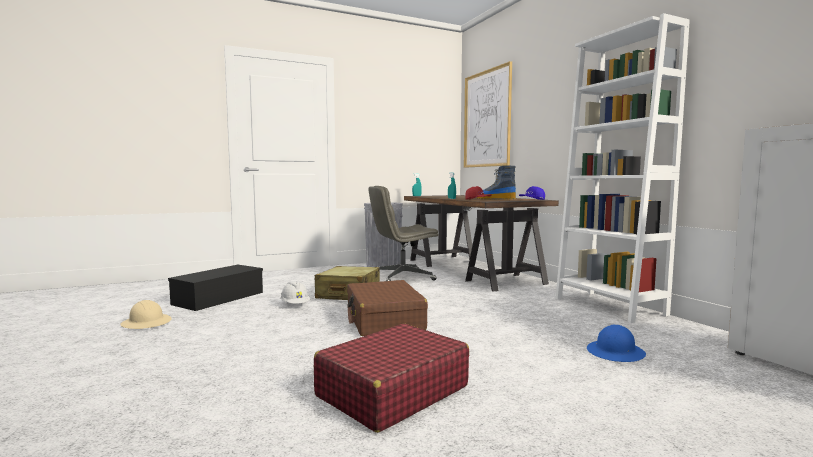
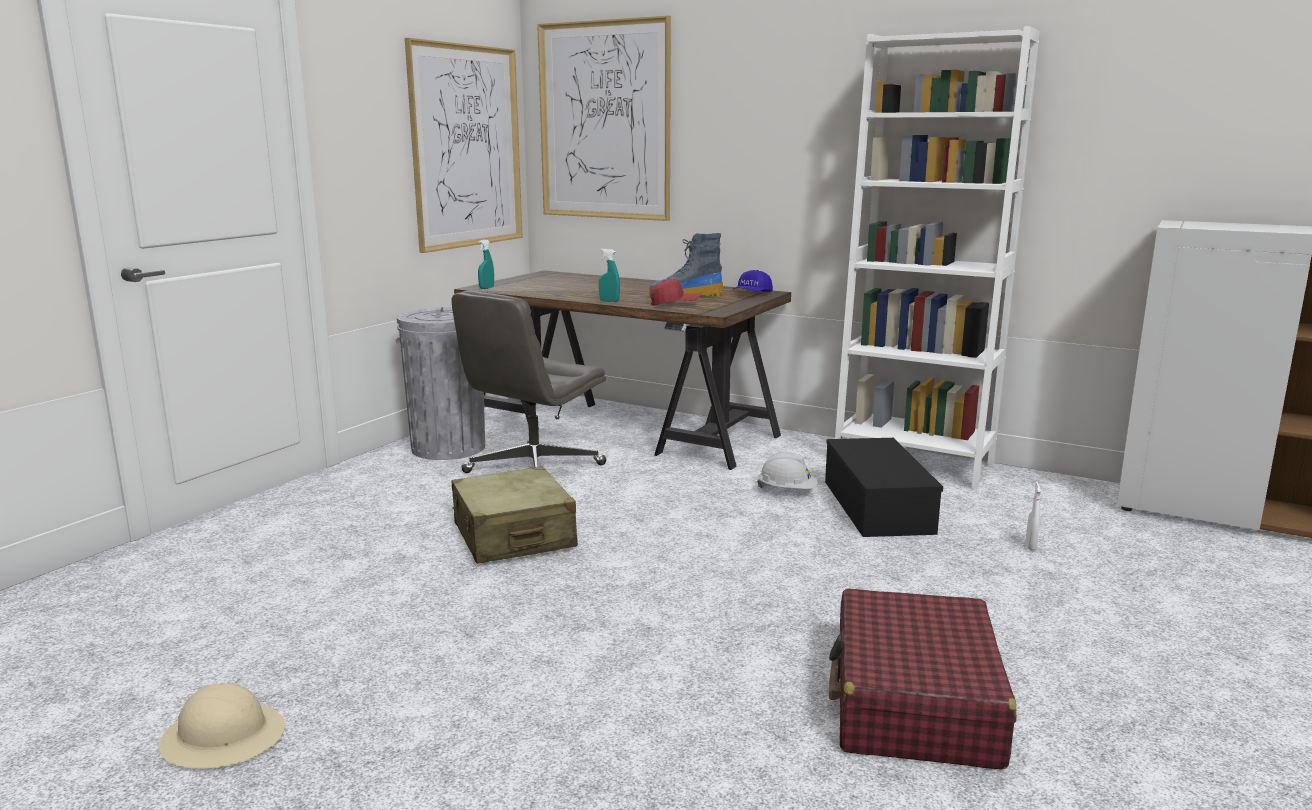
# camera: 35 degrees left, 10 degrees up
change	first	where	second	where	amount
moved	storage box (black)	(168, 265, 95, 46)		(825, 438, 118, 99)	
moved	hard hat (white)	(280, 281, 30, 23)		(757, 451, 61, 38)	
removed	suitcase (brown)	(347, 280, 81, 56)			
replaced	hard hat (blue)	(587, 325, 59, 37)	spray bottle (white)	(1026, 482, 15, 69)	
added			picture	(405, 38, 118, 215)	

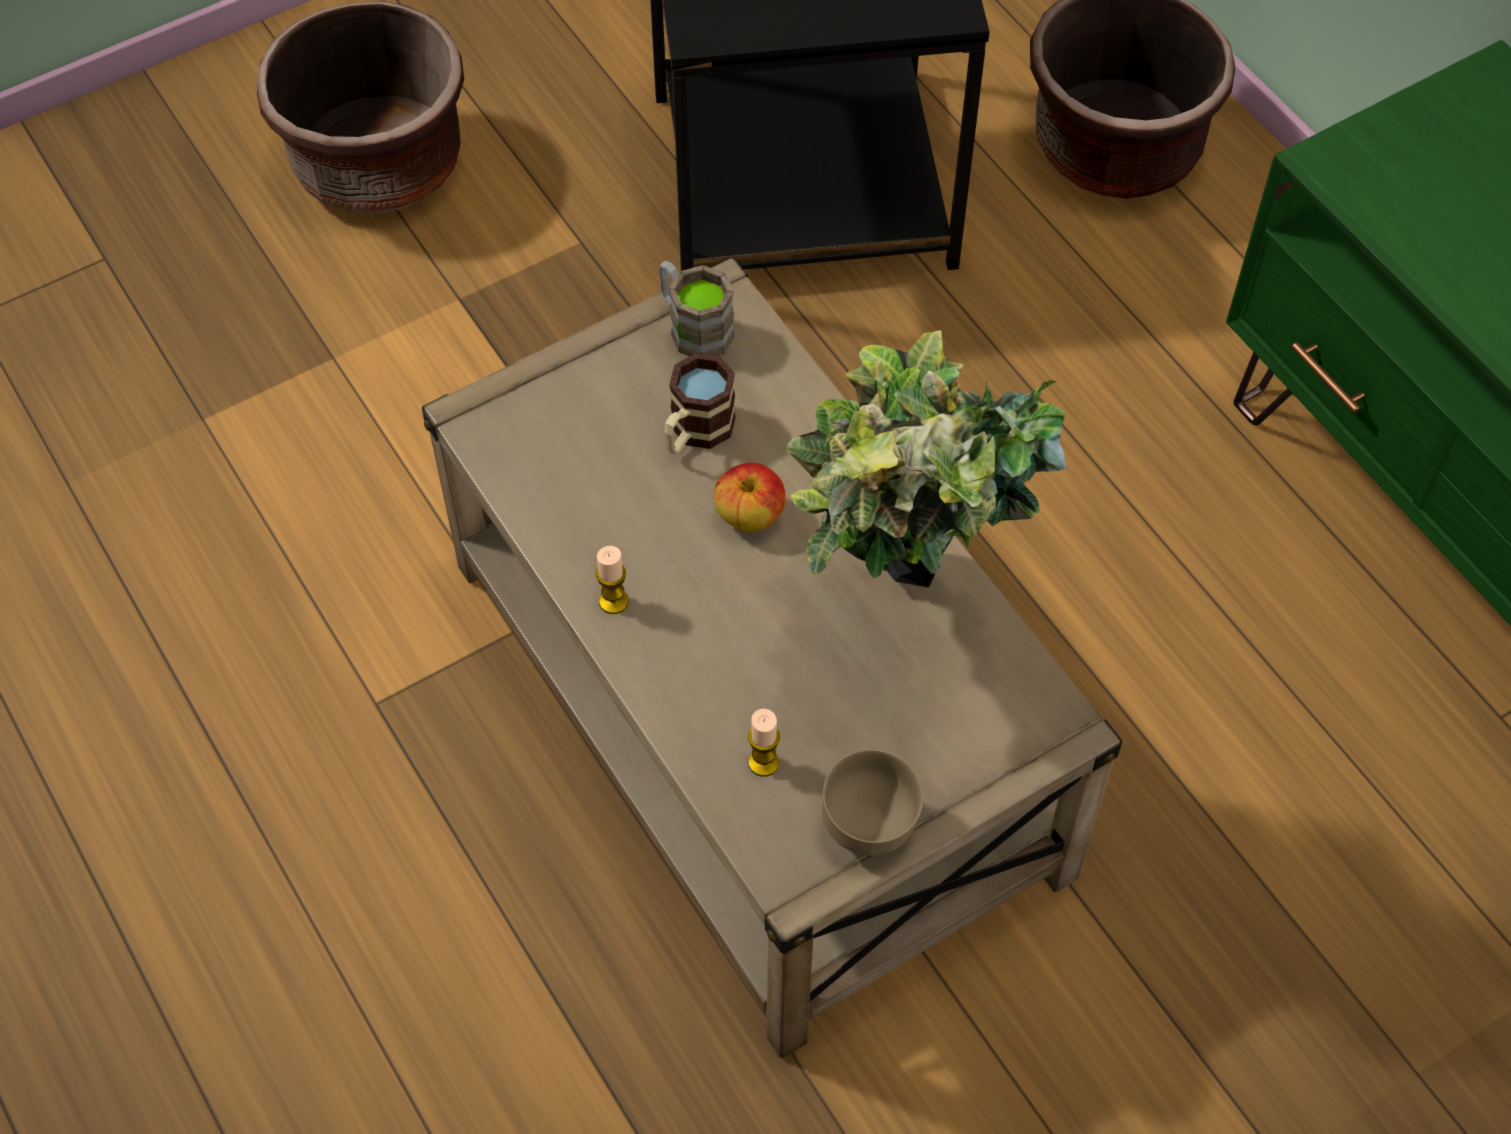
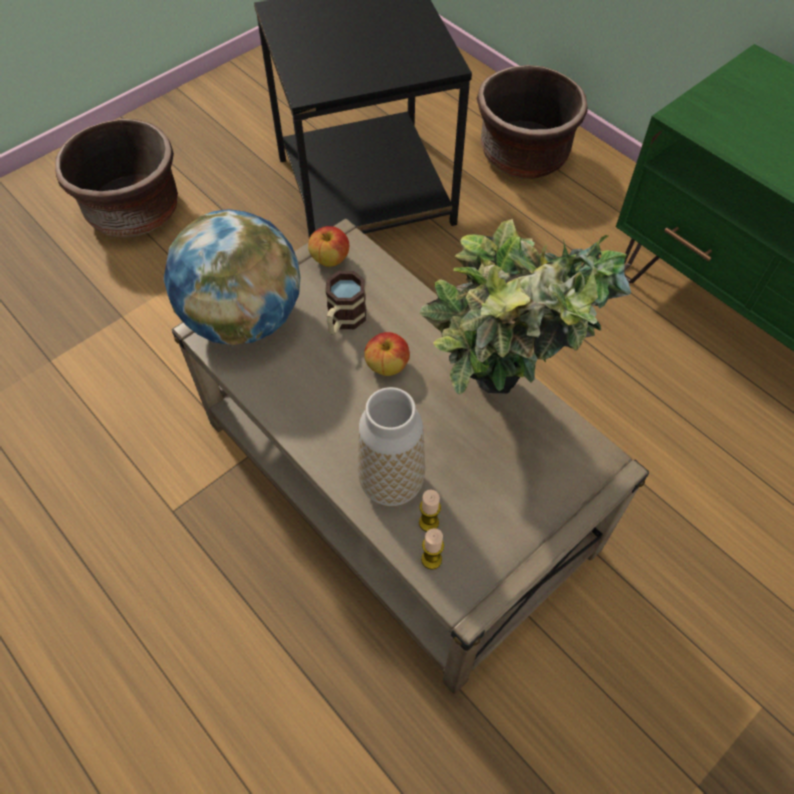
# camera: 10 degrees left, 0 degrees up
change	first	where	second	where	amount
moved	candle	(596, 546, 32, 68)		(421, 528, 23, 42)	
replaced	mug (brown)	(659, 261, 75, 95)	apple	(308, 226, 41, 41)	
removed	bowl (brown)	(822, 750, 101, 106)			
added			globe	(164, 209, 137, 136)	
added			vase	(358, 387, 67, 120)	

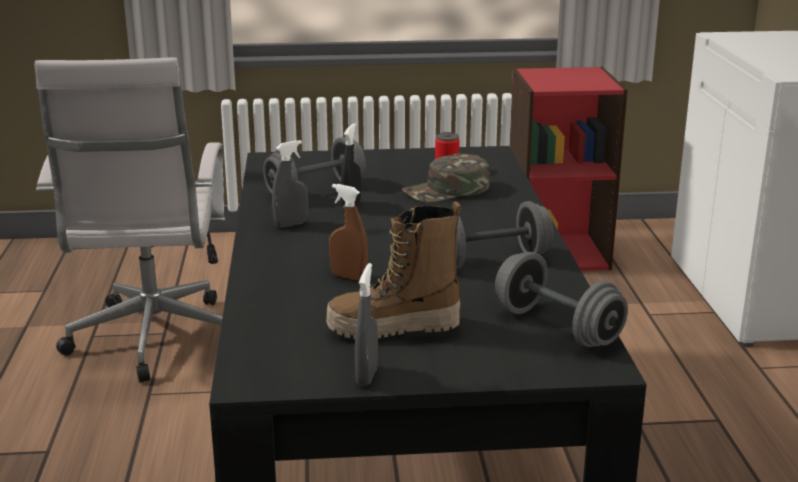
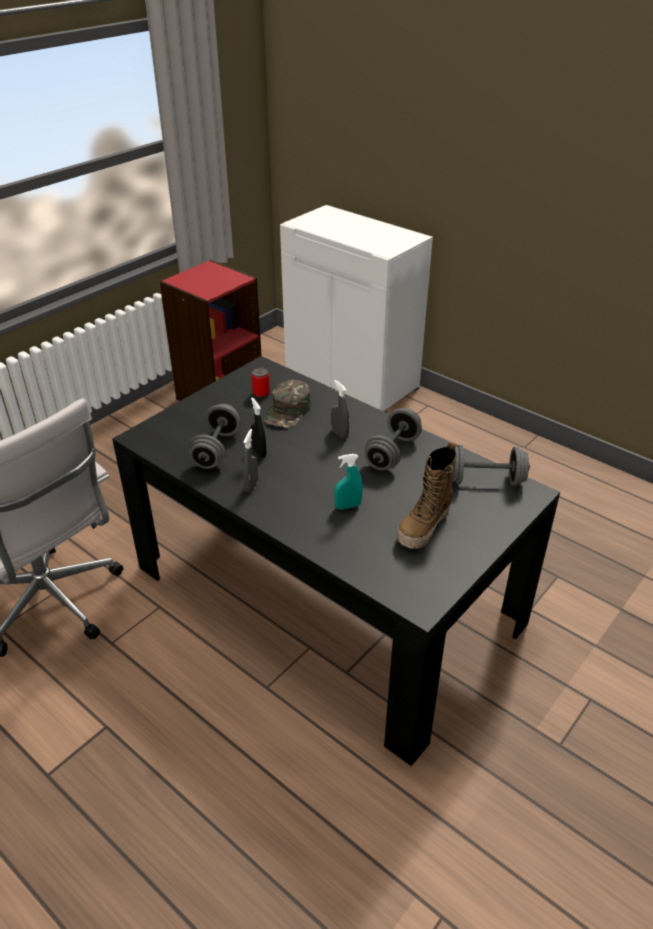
# camera: 45 degrees left, 15 degrees up
change	first	where	second	where	amount
recoloured	spray bottle (brown)	(329, 184, 39, 97)	spray bottle (turquoise)	(334, 454, 29, 56)	
moved	spray bottle (grey)	(355, 263, 23, 123)		(331, 380, 18, 58)	

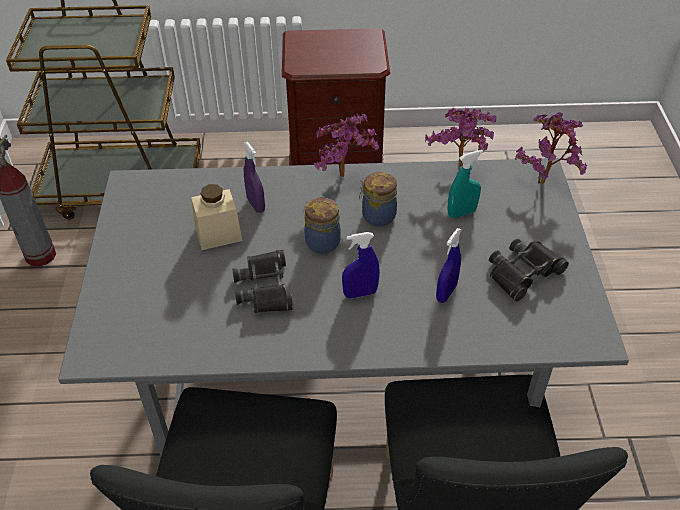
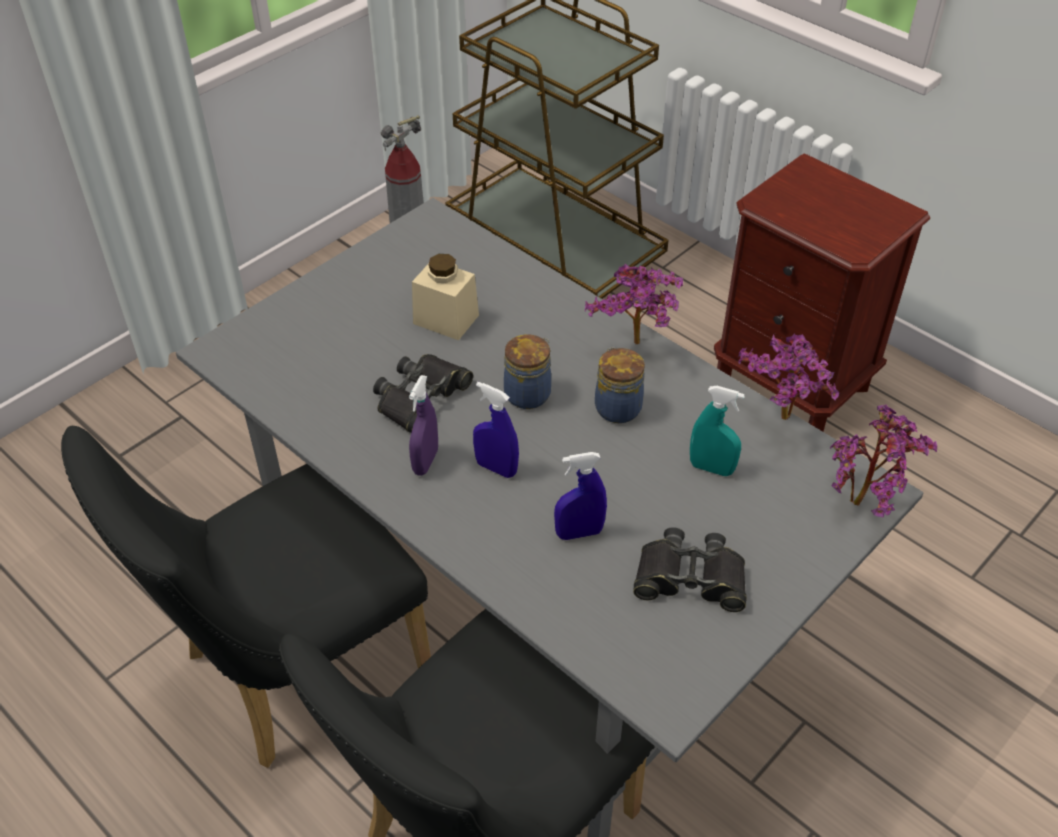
# camera: 45 degrees right, 0 degrees up
change	first	where	second	where	amount
moved	spray bottle (purple)	(244, 142, 21, 71)		(409, 375, 29, 101)	

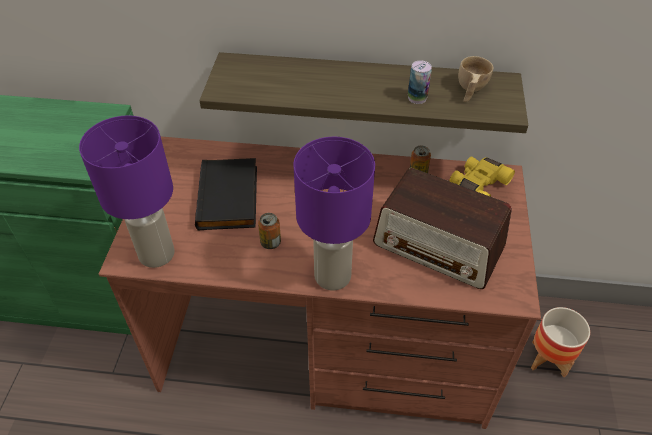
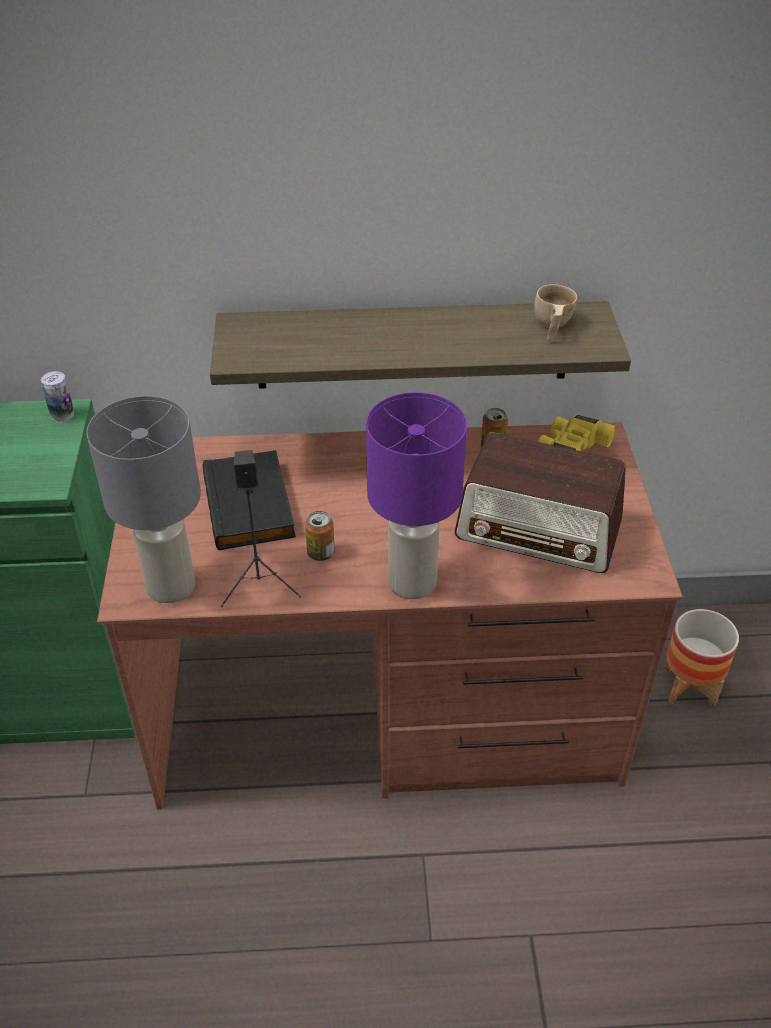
# camera: 10 degrees left, 5 degrees down
change	first	where	second	where	amount
recoloured	table lamp (purple)	(79, 115, 96, 153)	table lamp (grey)	(86, 396, 115, 207)	
moved	can	(408, 60, 24, 44)		(41, 371, 33, 51)	
added			speaker (black)	(221, 450, 80, 157)	

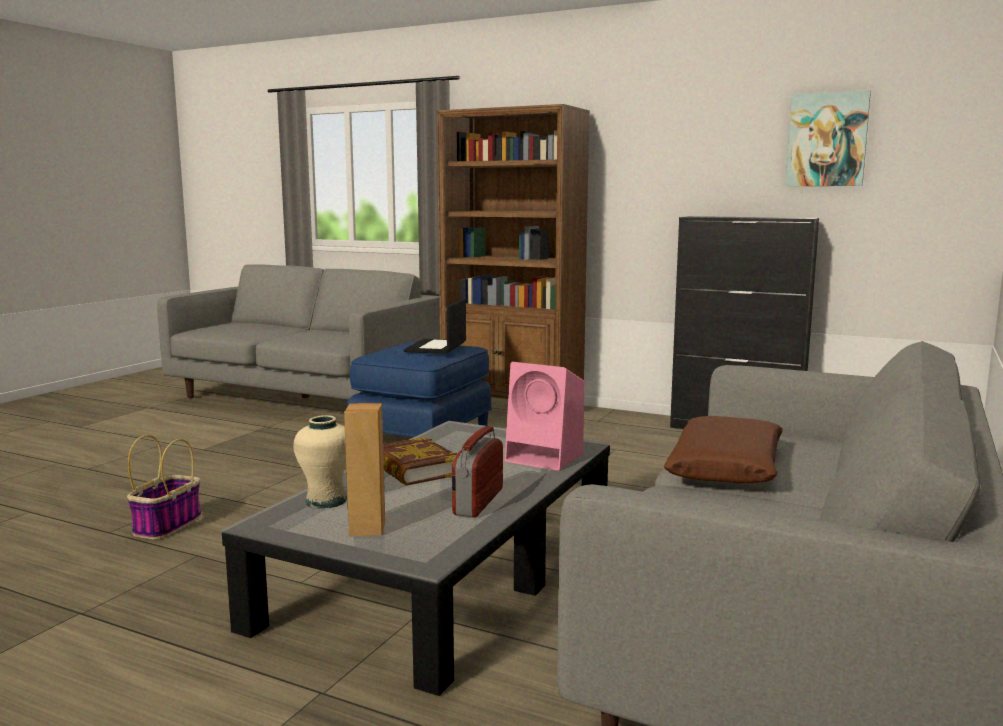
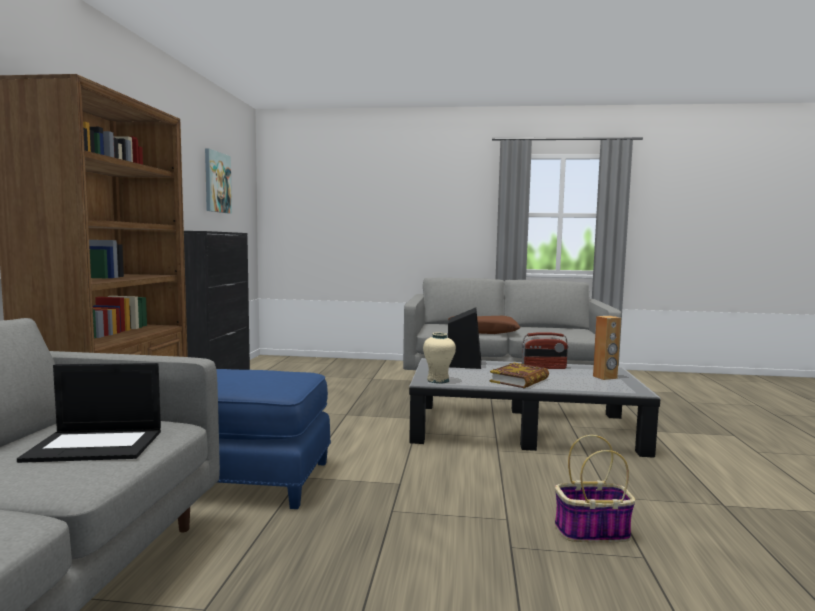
# camera: 110 degrees left, 5 degrees down
change	first	where	second	where	amount
moved	vase (beige)	(293, 415, 54, 93)		(423, 332, 33, 52)	
moved	laptop	(404, 298, 62, 56)		(17, 363, 144, 100)	
recoloured	speaker (pink)	(505, 362, 80, 109)	speaker (black)	(448, 308, 33, 61)	

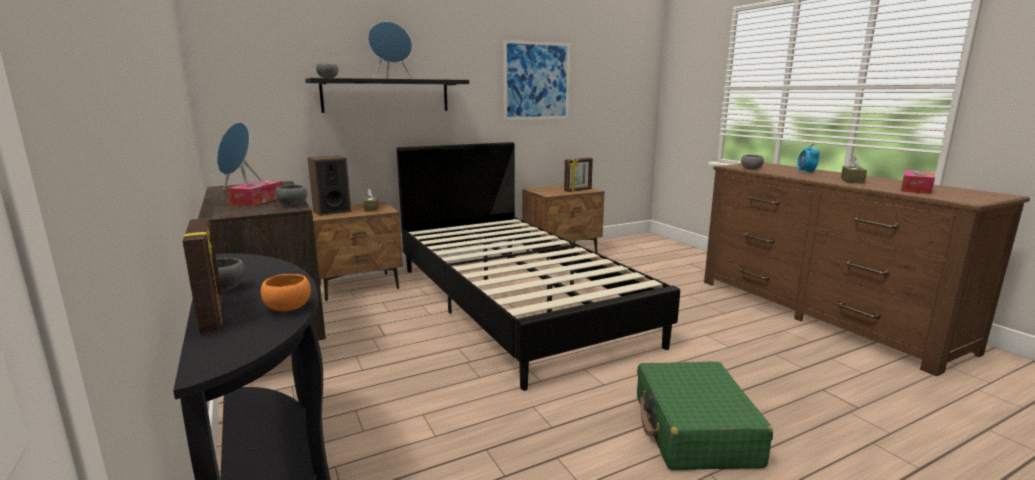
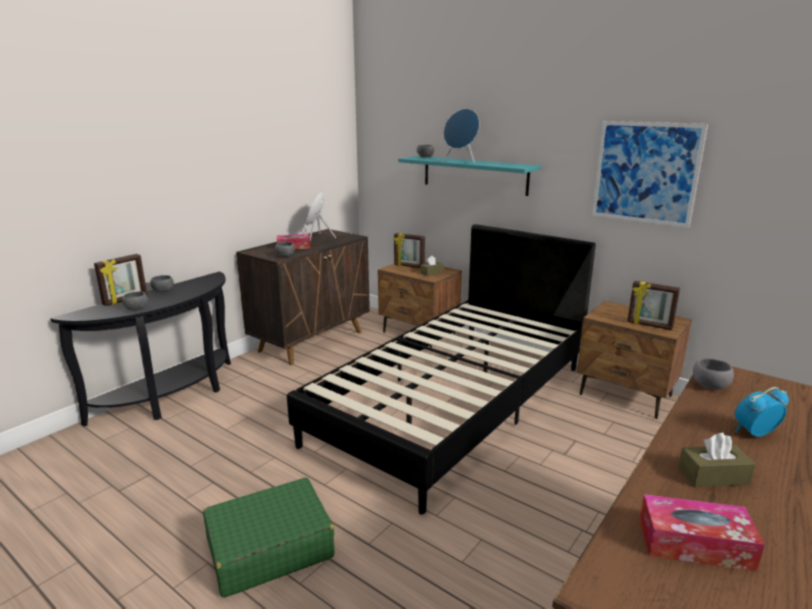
# camera: 65 degrees right, 5 degrees up
change	first	where	second	where	amount
recoloured	bowl (orange)	(261, 274, 50, 37)	bowl (grey)	(122, 291, 26, 20)	
recoloured	shelf (black)	(305, 78, 164, 35)	shelf (turquoise)	(398, 156, 143, 40)	
replaced	speaker	(308, 156, 43, 60)	picture frame	(394, 233, 31, 35)	

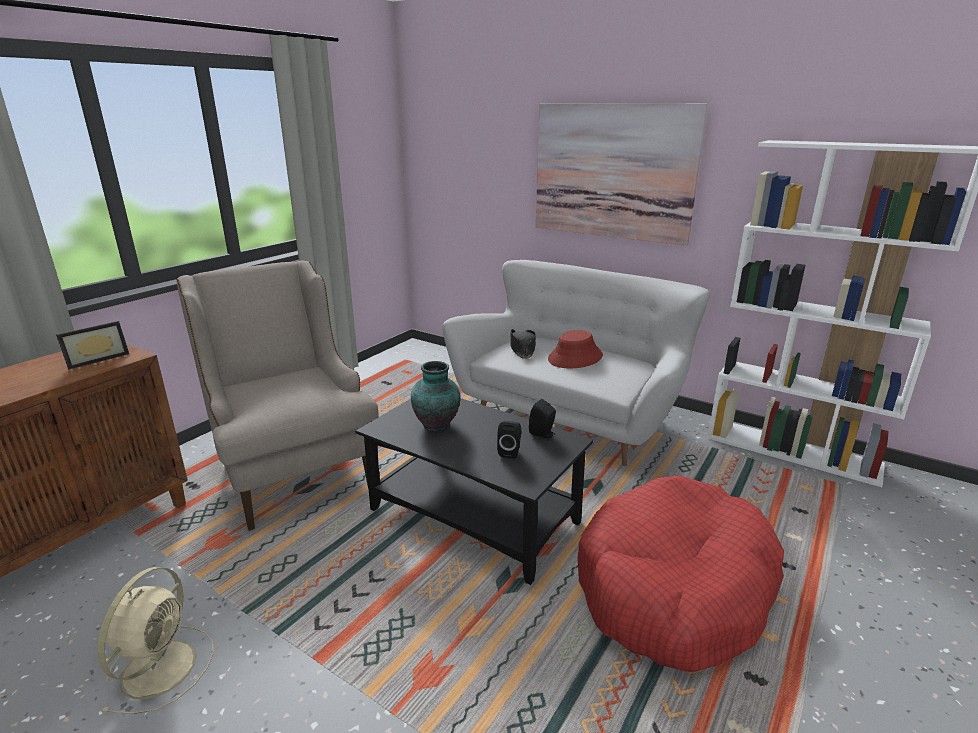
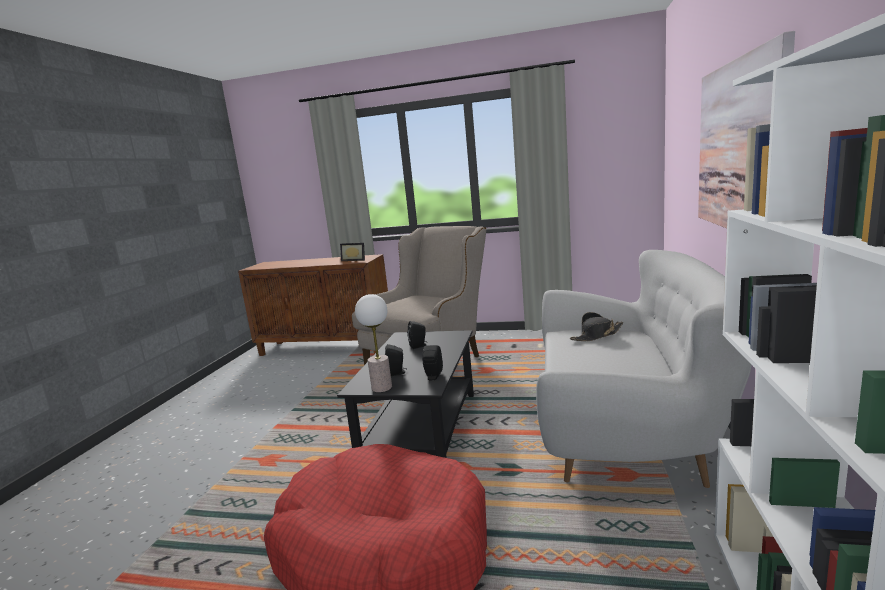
# camera: 70 degrees right, 10 degrees down
change	first	where	second	where	amount
removed	fan (beige)	(98, 567, 116, 147)			
replaced	vase	(411, 361, 50, 71)	speaker (black)	(407, 321, 20, 28)	
removed	hat (red)	(548, 330, 55, 38)			
added			table lamp	(355, 294, 37, 98)	

